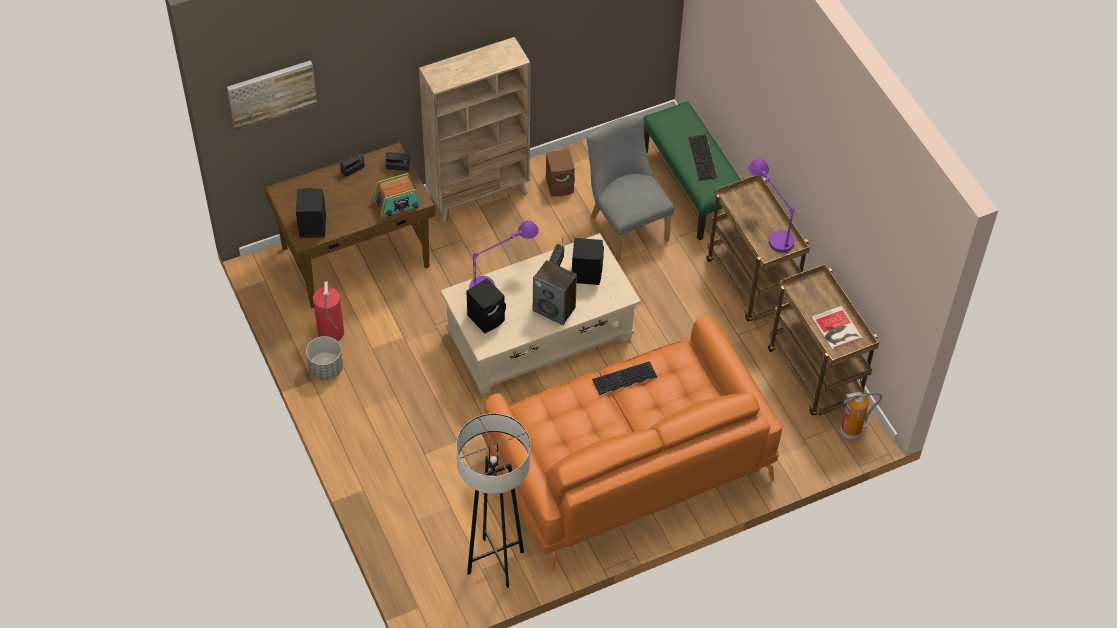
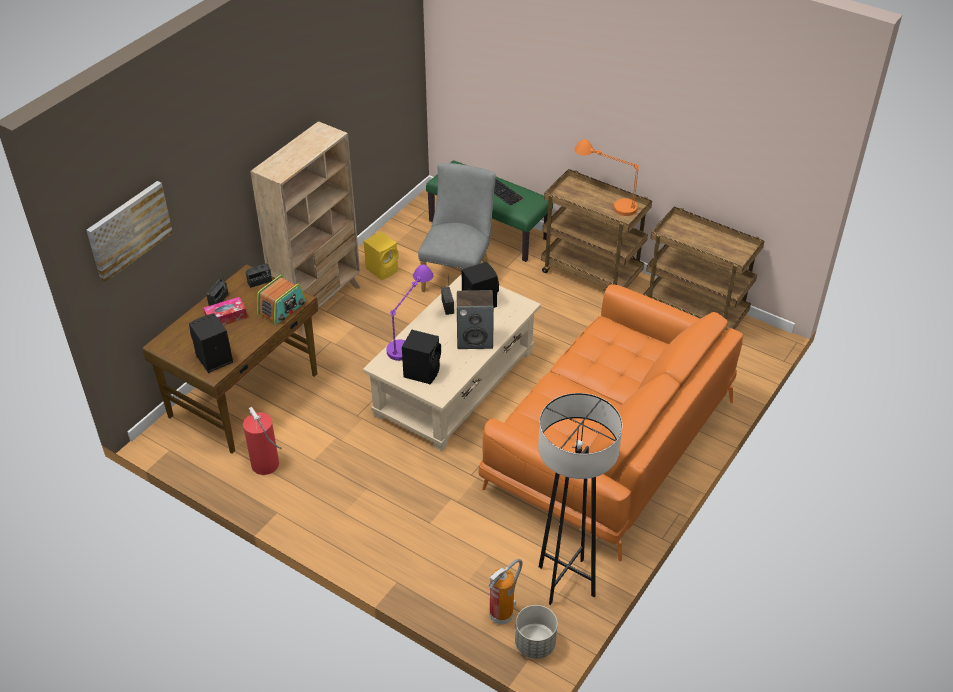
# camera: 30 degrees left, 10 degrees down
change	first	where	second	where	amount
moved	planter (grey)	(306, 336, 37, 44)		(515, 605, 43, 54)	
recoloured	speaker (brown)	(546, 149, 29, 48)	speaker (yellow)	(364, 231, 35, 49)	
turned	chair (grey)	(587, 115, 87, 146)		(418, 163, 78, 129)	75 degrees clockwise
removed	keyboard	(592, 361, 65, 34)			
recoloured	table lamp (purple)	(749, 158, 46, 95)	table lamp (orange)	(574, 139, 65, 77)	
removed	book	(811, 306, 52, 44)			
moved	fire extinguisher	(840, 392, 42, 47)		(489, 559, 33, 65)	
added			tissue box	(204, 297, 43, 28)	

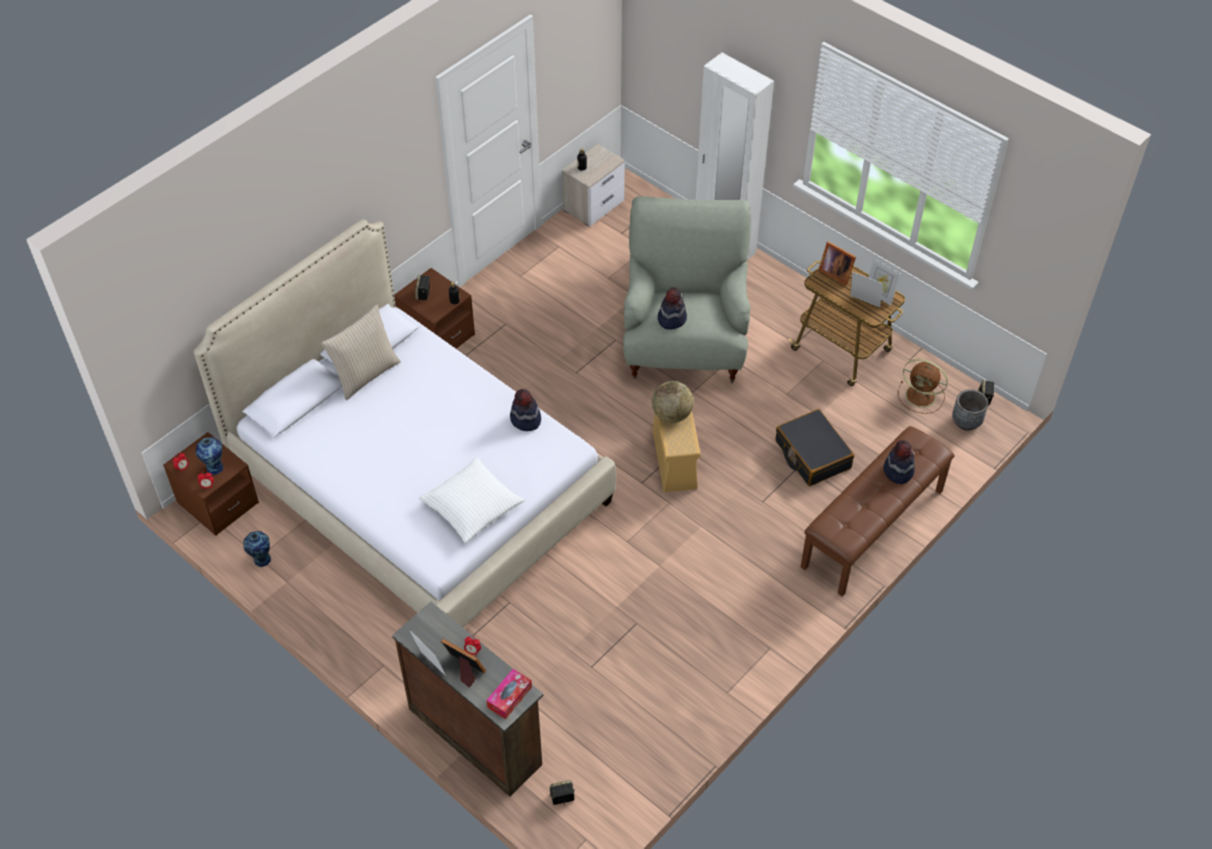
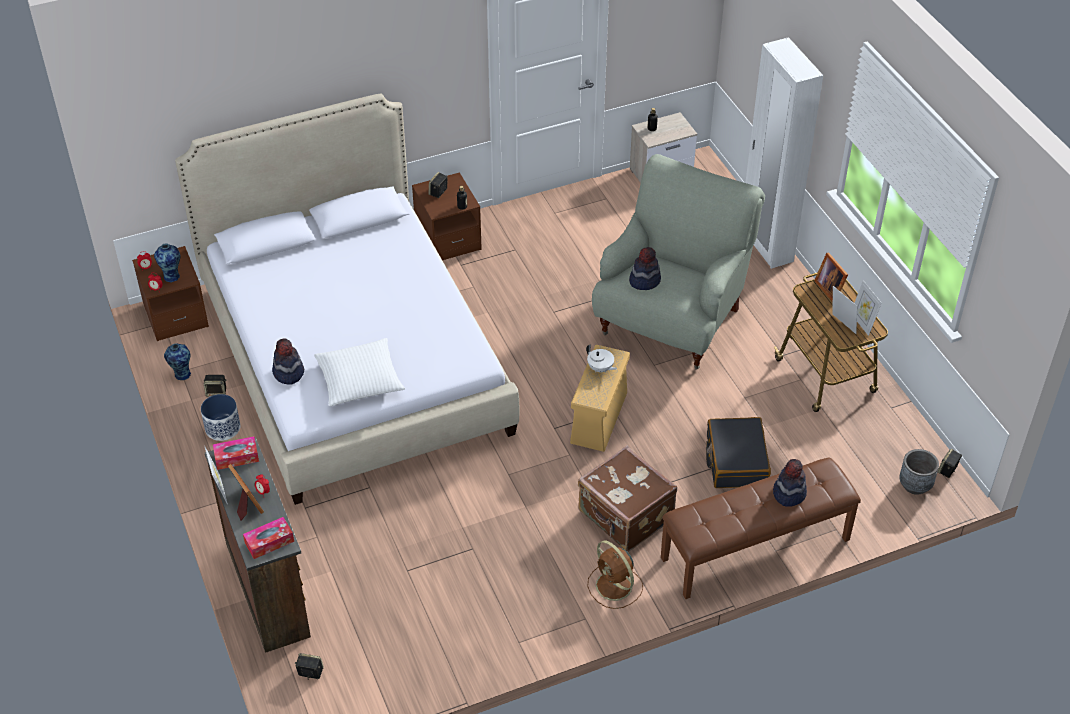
# camera: 25 degrees right, 5 degrees down
change	first	where	second	where	amount
removed	pillow (beige)	(321, 305, 80, 95)			
moved	hat	(510, 389, 31, 42)		(272, 338, 32, 46)	
replaced	globe	(652, 381, 42, 42)	teapot (white)	(586, 345, 31, 27)	
moved	fan (brown)	(898, 359, 50, 55)		(588, 540, 55, 69)	
added			planter	(201, 394, 39, 47)	
added			speaker	(204, 375, 22, 22)	
added			tissue box	(213, 436, 46, 34)	
added			suitcase (brown)	(578, 446, 99, 106)	

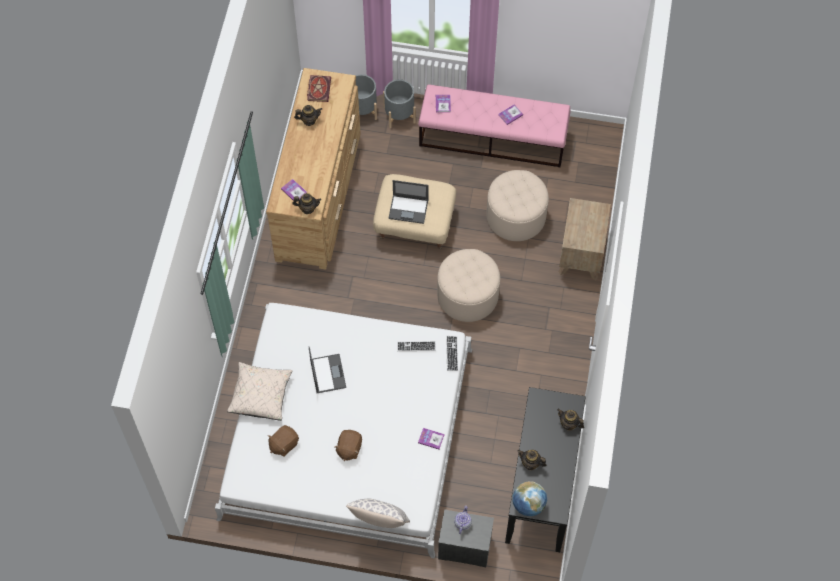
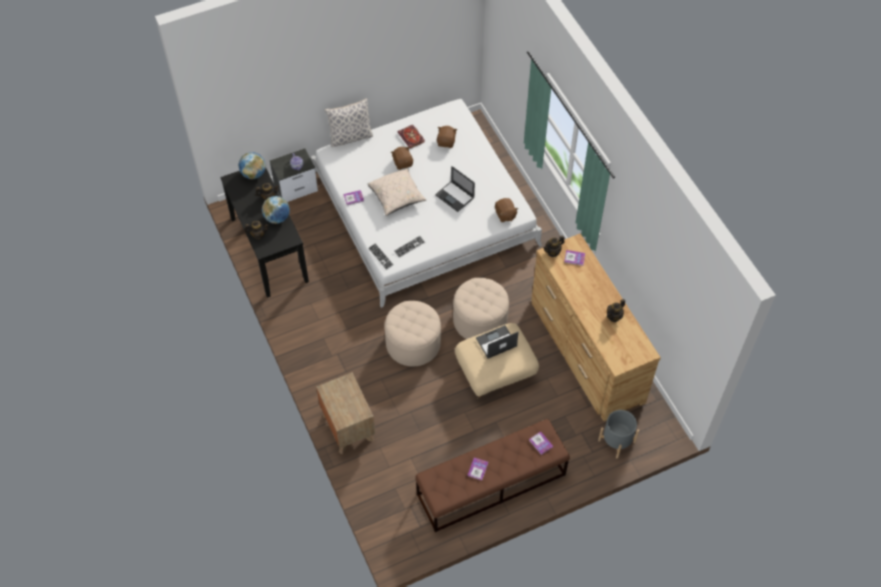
# camera: 145 degrees right, 5 degrees down
change	first	where	second	where	amount
moved	pillow (beige)	(227, 362, 65, 59)		(368, 169, 58, 47)	
moved	book	(307, 75, 24, 27)		(398, 125, 27, 24)	
removed	planter (grey)	(383, 79, 33, 49)			
recoloured	bench (pink)	(418, 84, 153, 83)	bench (brown)	(415, 419, 155, 113)	
moved	ottoman (beige)	(486, 170, 63, 71)		(453, 278, 56, 61)	
added			globe	(262, 196, 28, 28)	
added			plush toy (brown)	(495, 198, 23, 24)	

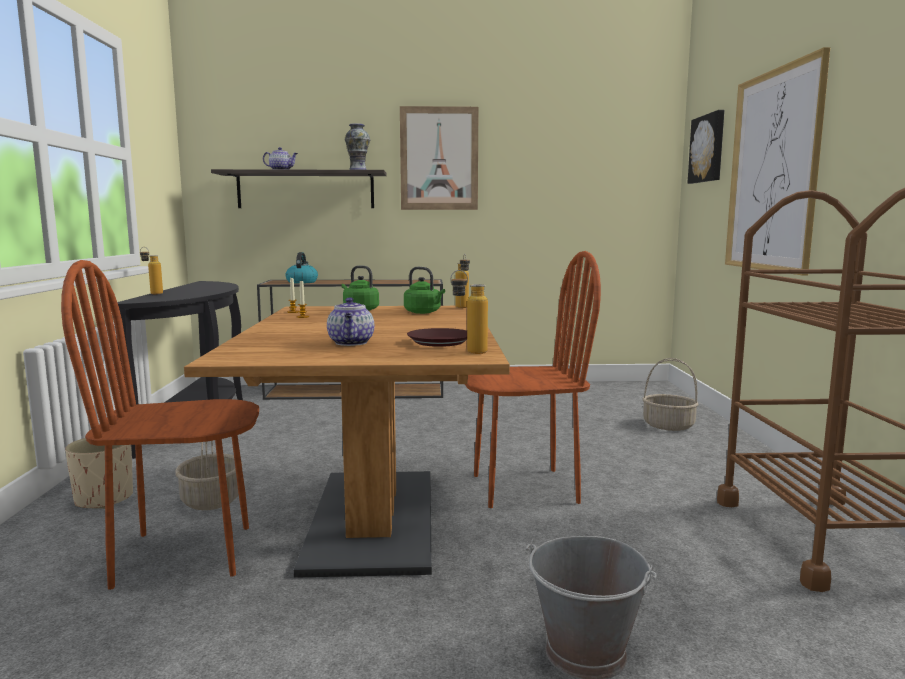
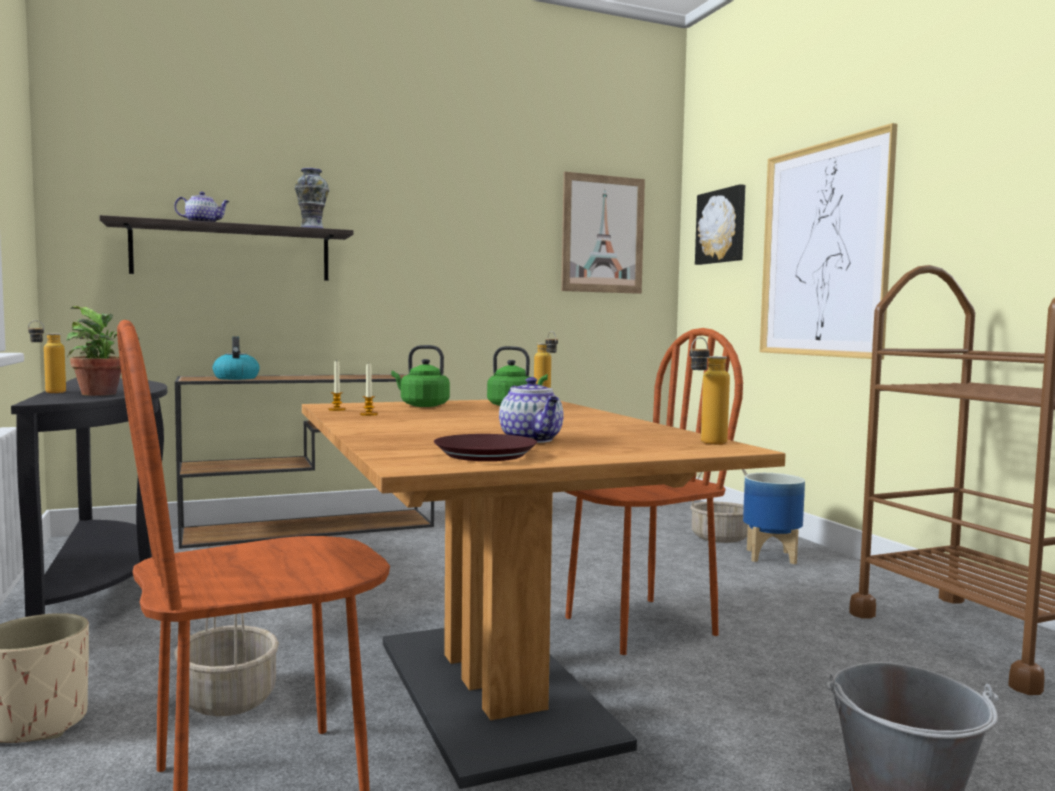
# camera: 20 degrees left, 5 degrees down
change	first	where	second	where	amount
moved	picture	(400, 106, 78, 104)		(561, 172, 84, 122)	
moved	plate (brown)	(407, 328, 60, 19)		(434, 434, 103, 27)	
added			potted plant	(66, 306, 74, 90)	
added			planter	(743, 473, 62, 91)	

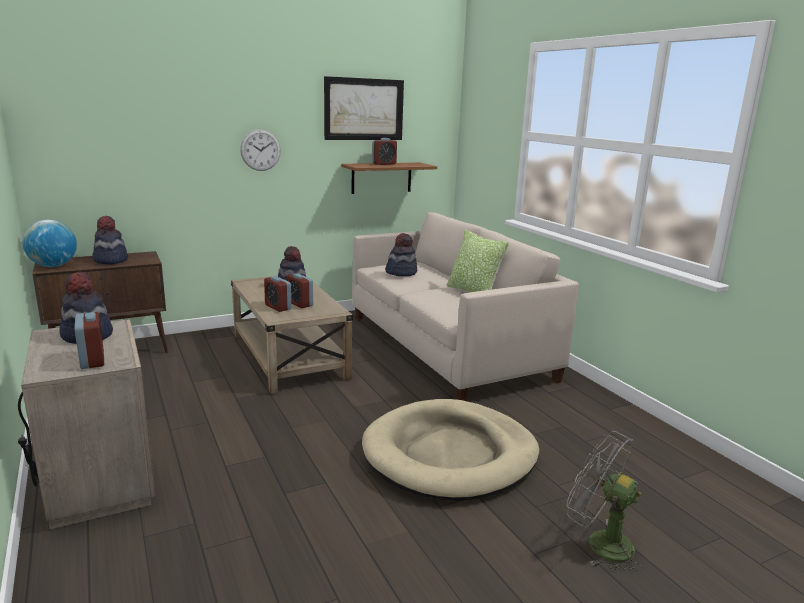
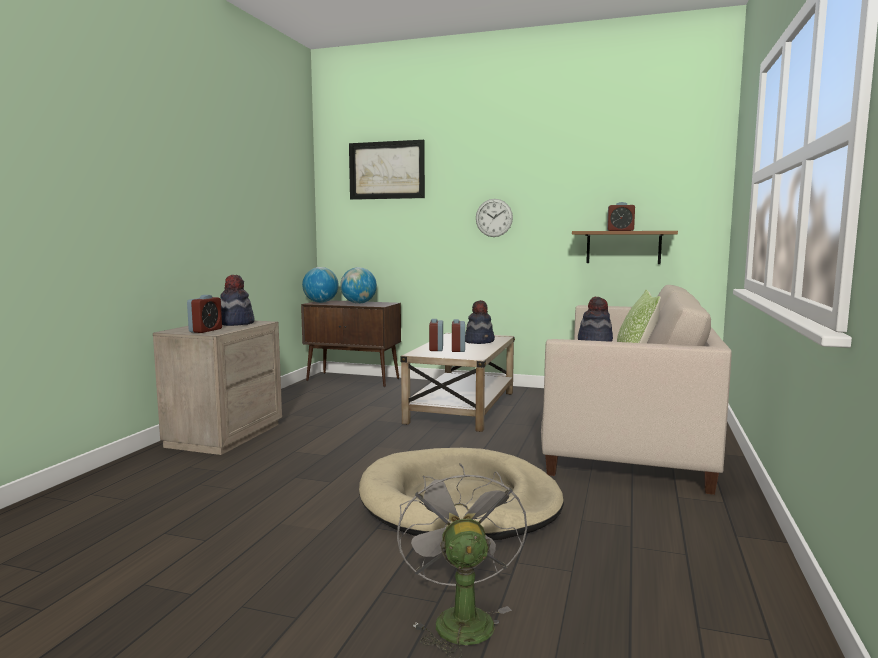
# camera: 45 degrees right, 10 degrees down
change	first	where	second	where	amount
replaced	hat	(92, 216, 36, 48)	globe	(340, 267, 37, 37)	
moved	picture	(324, 76, 80, 64)		(349, 140, 76, 60)	

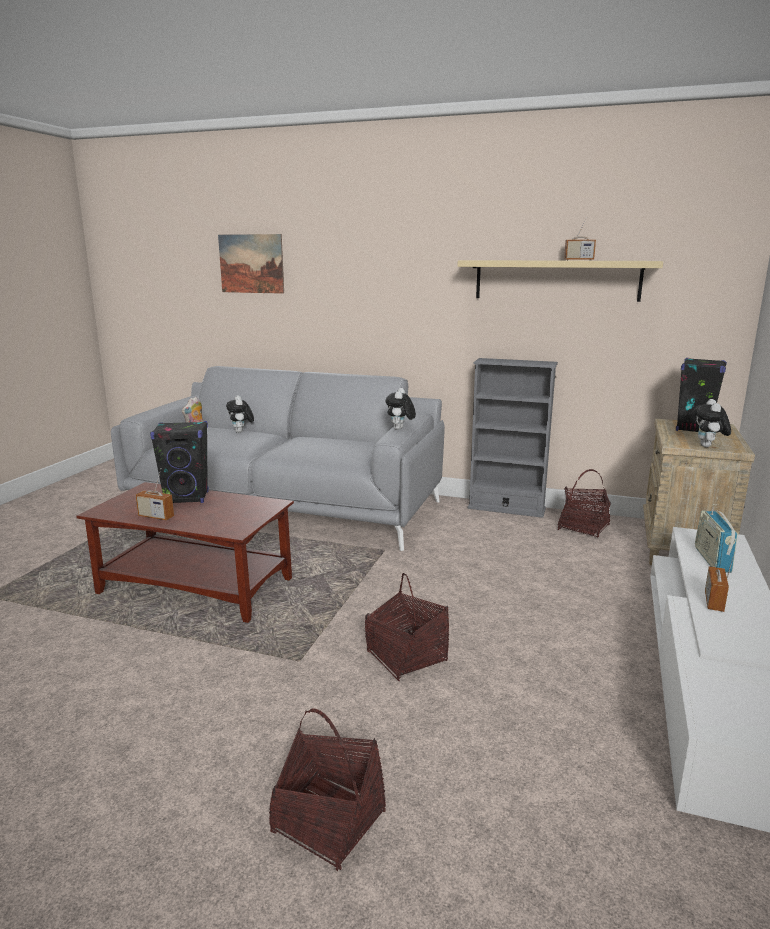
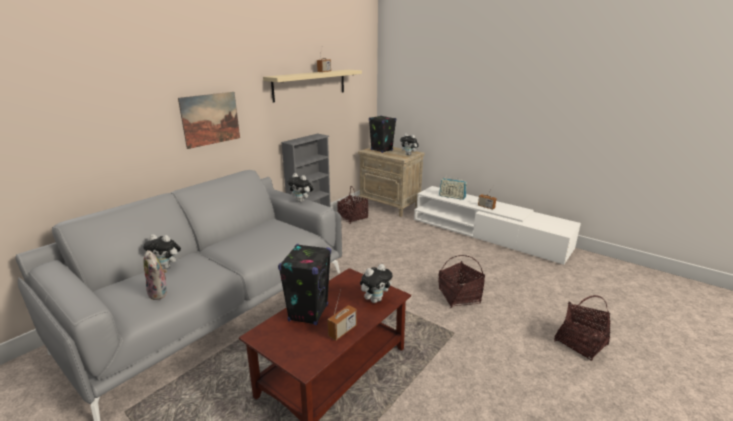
# camera: 70 degrees left, 5 degrees up
change	first	where	second	where	amount
moved	picture	(218, 234, 66, 60)		(178, 92, 62, 57)	
added			plush toy	(360, 264, 33, 39)	

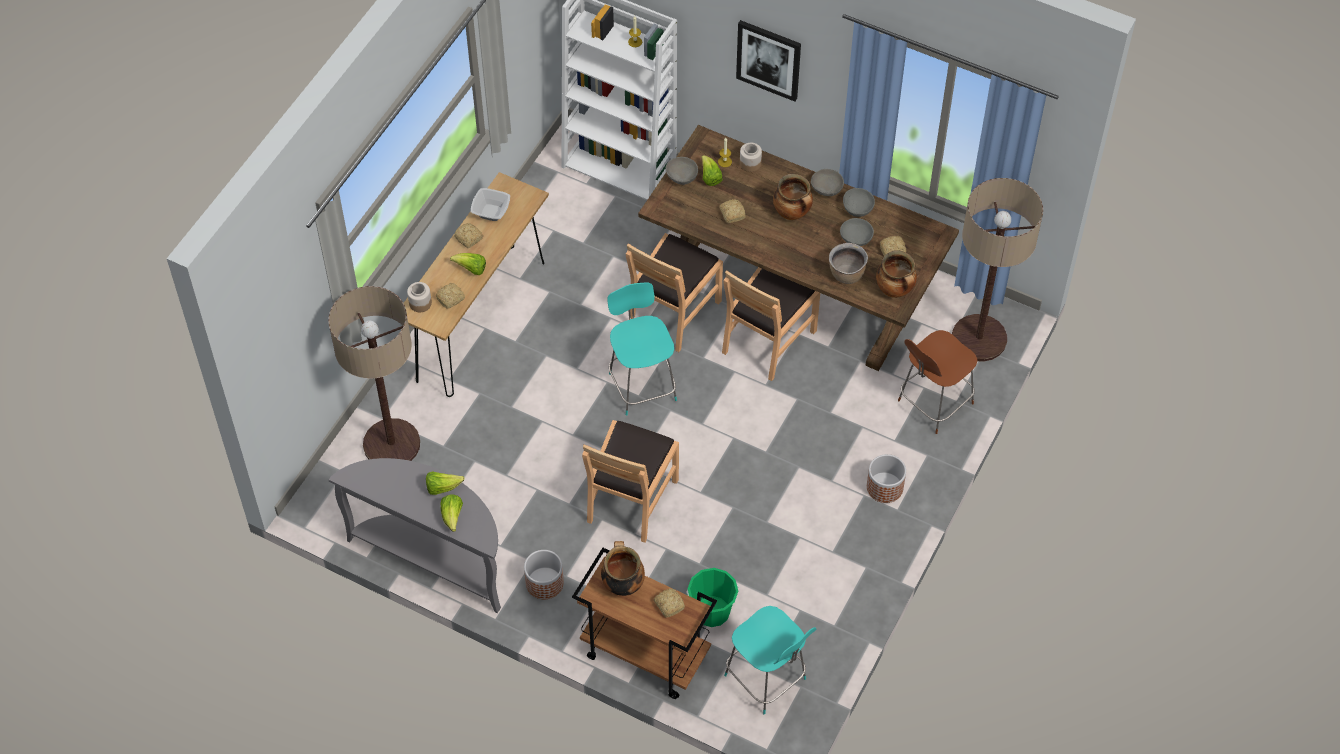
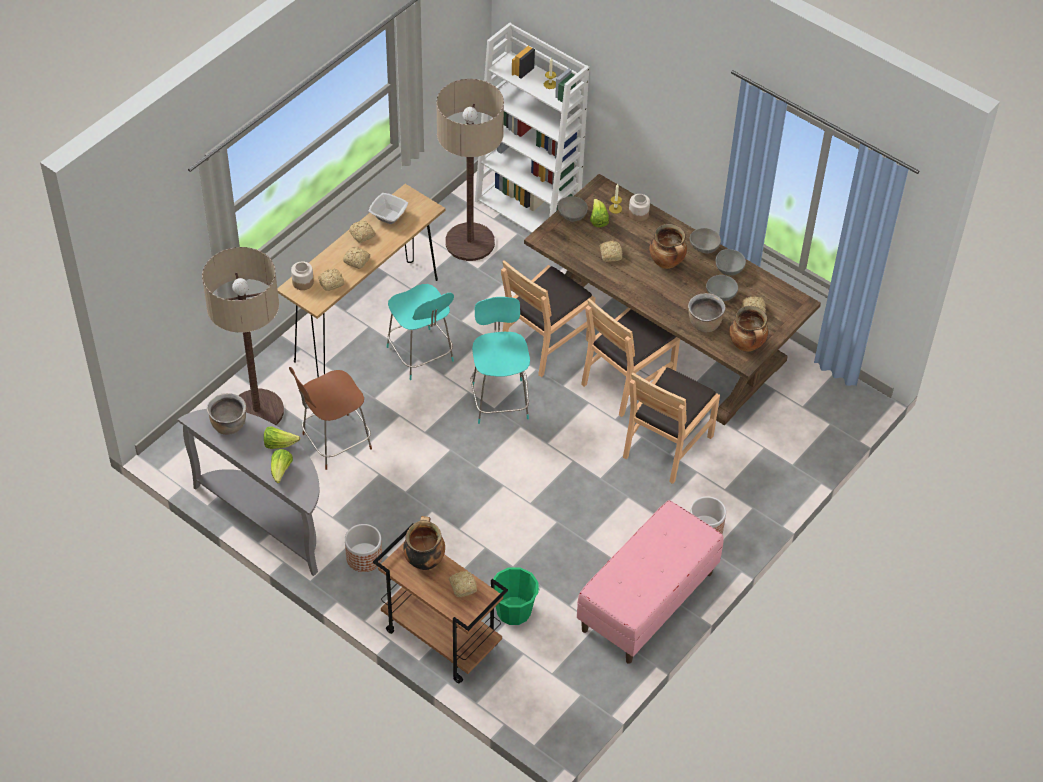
# camera: 10 degrees right, 5 degrees down
change	first	where	second	where	amount
replaced	lettuce	(450, 253, 36, 22)	bread	(343, 247, 27, 22)	
moved	chair (brown)	(582, 420, 97, 123)		(623, 367, 97, 117)	
moved	stool (turquoise)	(724, 606, 92, 108)		(387, 284, 67, 96)	
removed	picture	(736, 20, 65, 82)			
moved	stool (brown)	(898, 330, 79, 104)		(289, 367, 83, 103)	
moved	floor lamp	(952, 178, 91, 184)		(436, 79, 68, 182)	
added			cooking pot (brown)	(207, 393, 39, 42)	
added			bench (pink)	(577, 500, 147, 164)	

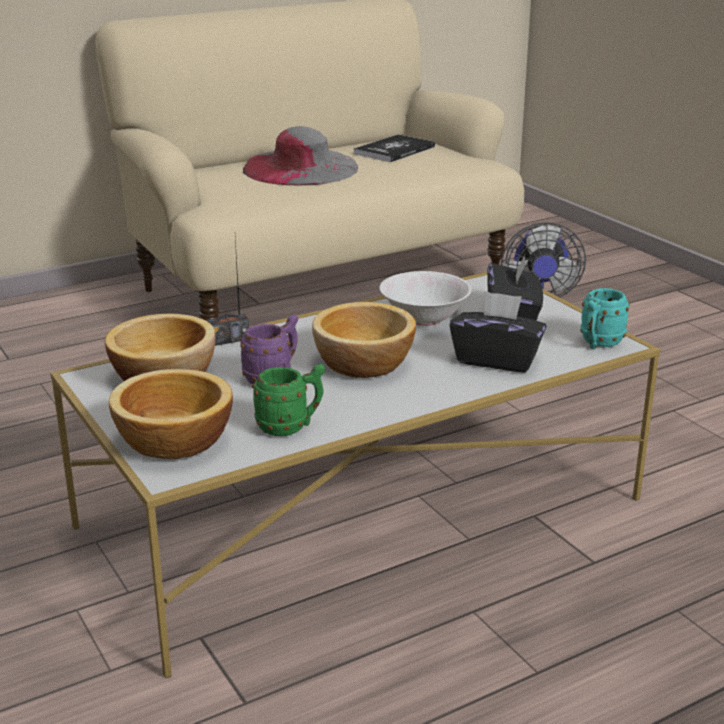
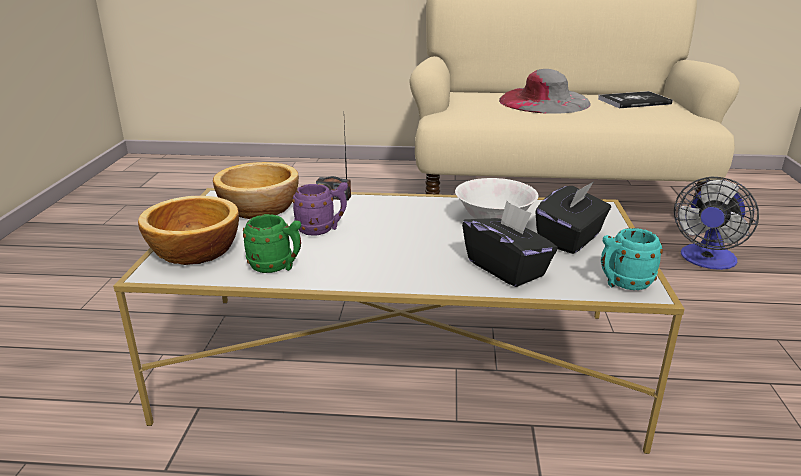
# camera: 35 degrees right, 0 degrees up
change	first	where	second	where	amount
removed	bowl	(312, 302, 104, 76)			

